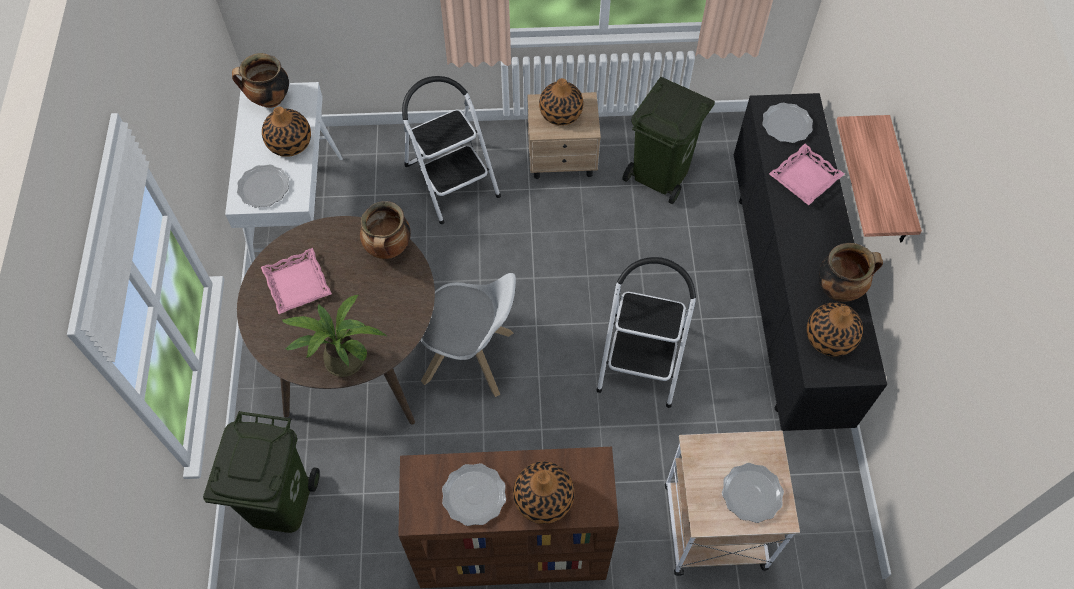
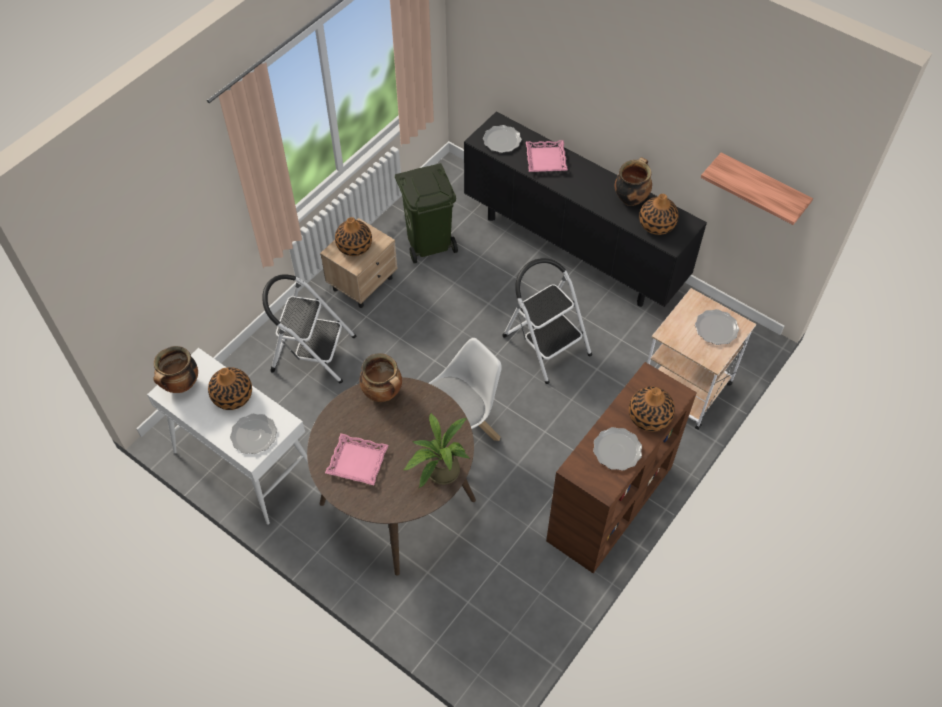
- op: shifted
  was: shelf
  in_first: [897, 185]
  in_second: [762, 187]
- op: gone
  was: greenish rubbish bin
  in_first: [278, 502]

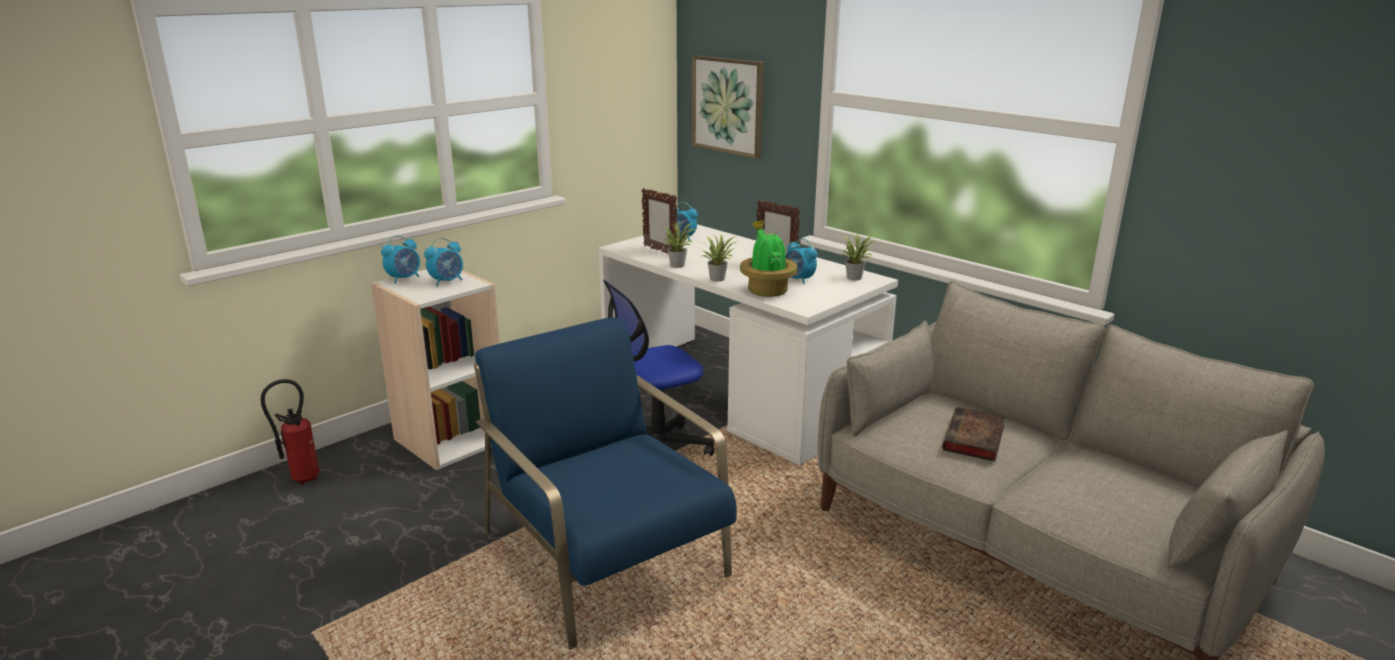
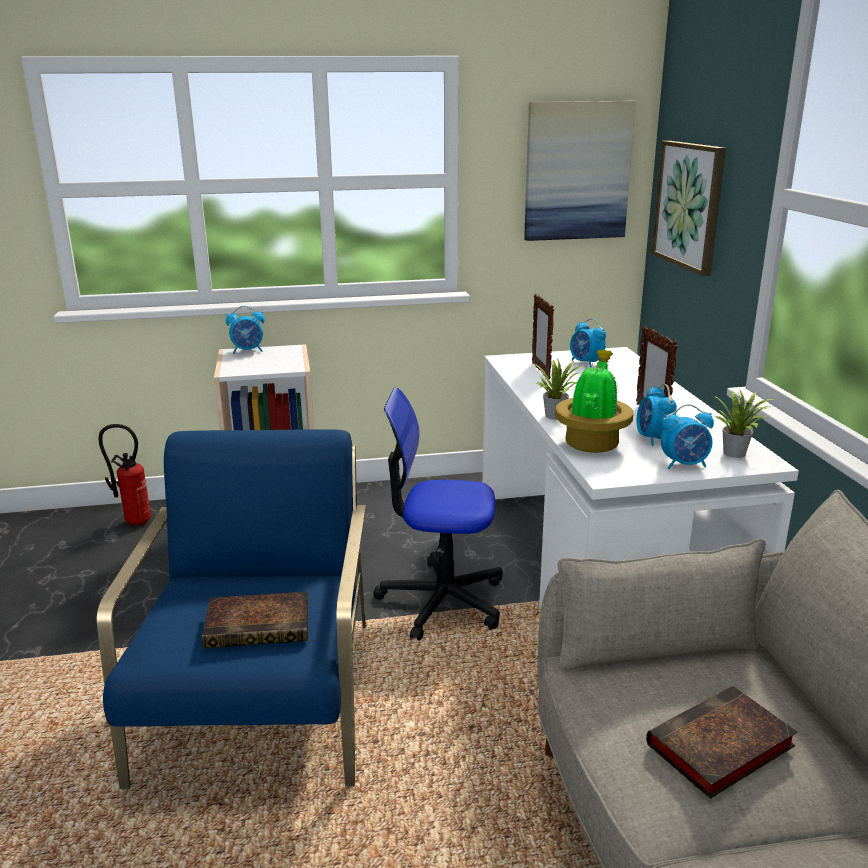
- op: gone
  was: houseplant
  in_first: [677, 265]
- op: shifted
  was: alarm clock
  in_first: [447, 282]
  in_second: [684, 464]
- op: new
  now: picture
  in_second: [577, 171]
- op: new
  now: bound book
  in_second: [261, 625]

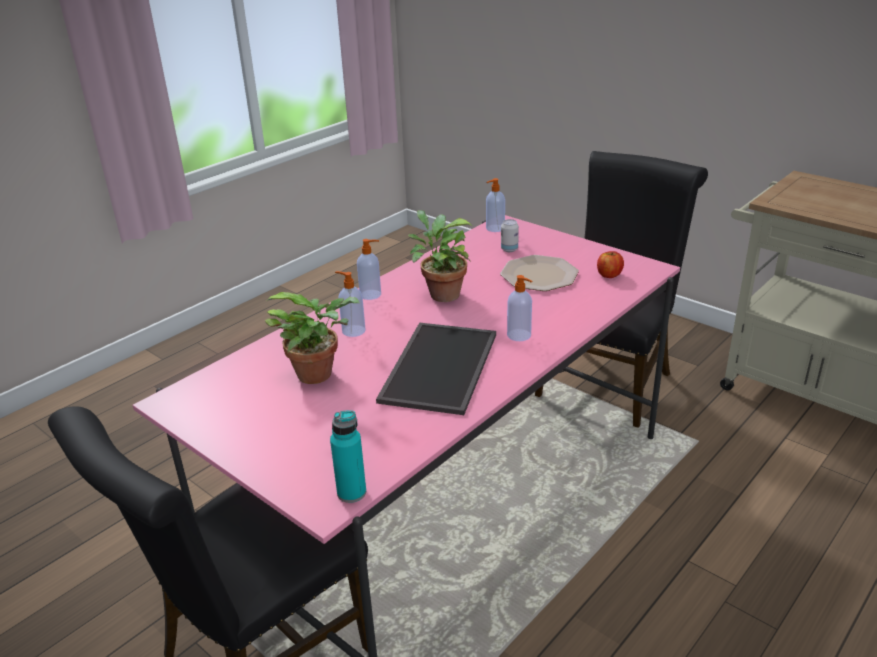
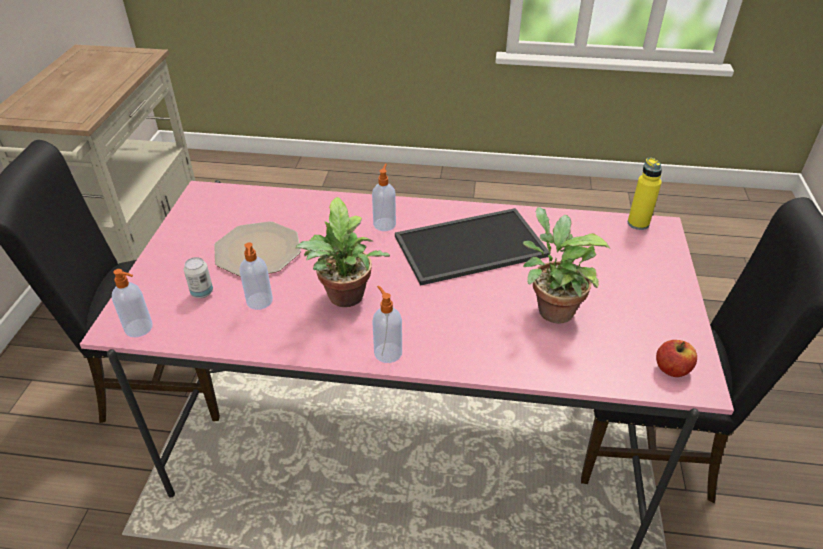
- op: shifted
  was: whole apple
  in_first: [609, 275]
  in_second: [672, 369]
- op: shifted
  was: soap bottle
  in_first: [352, 331]
  in_second: [259, 302]
- op: repainted
  was: turquoise-coloured bottle
  now: yellow-coloured bottle
  in_first: [351, 493]
  in_second: [638, 223]

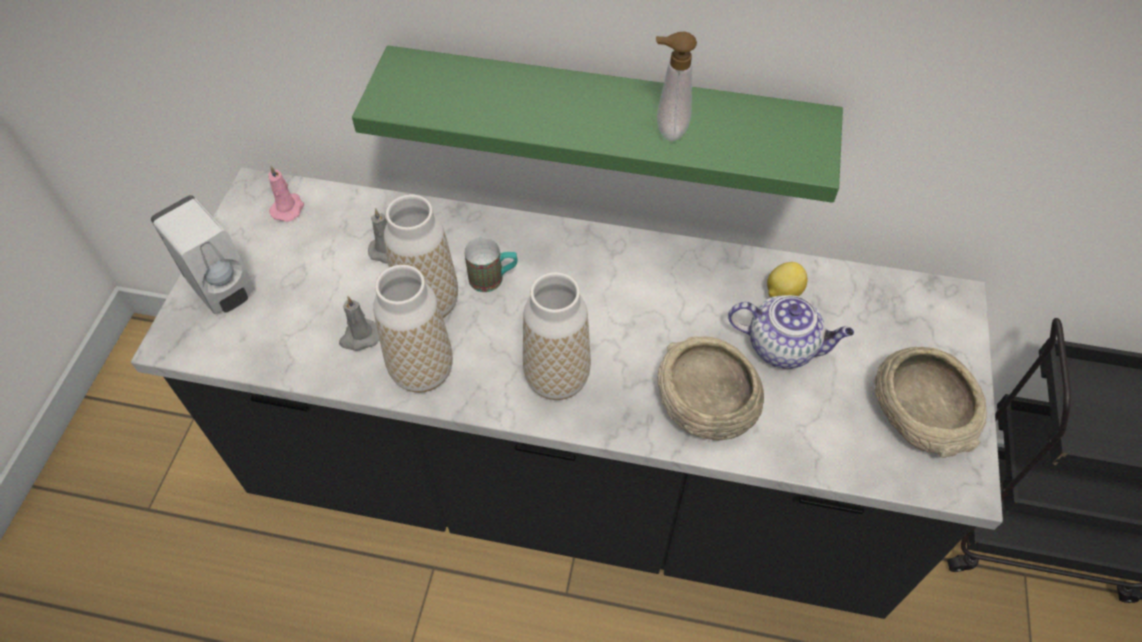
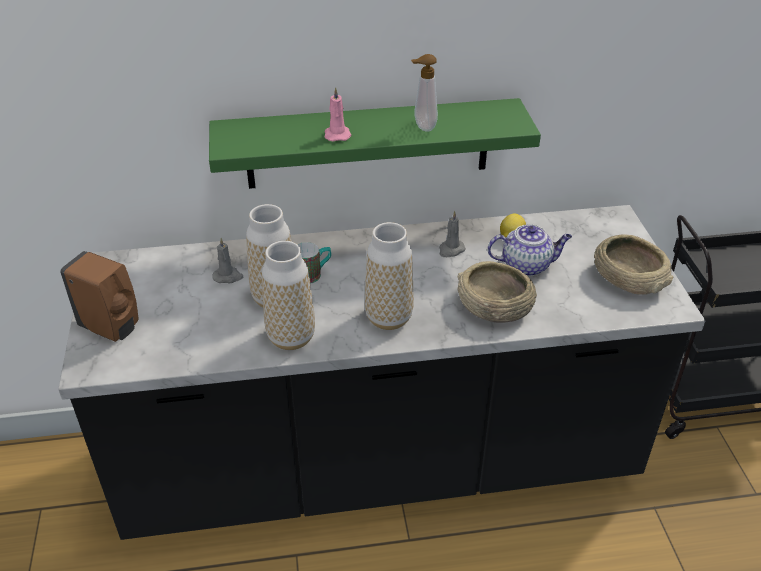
- op: shifted
  was: pink-coloured wax candle
  in_first: [288, 208]
  in_second: [337, 134]
- op: repainted
  was: white soap bottle
  now: brownish soap bottle
  in_first: [223, 290]
  in_second: [112, 328]
- op: shifted
  was: greyish wax candle
  in_first: [360, 337]
  in_second: [451, 250]

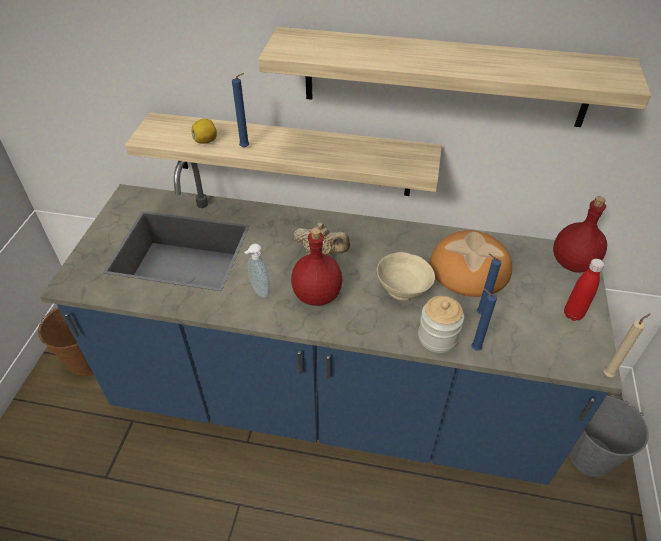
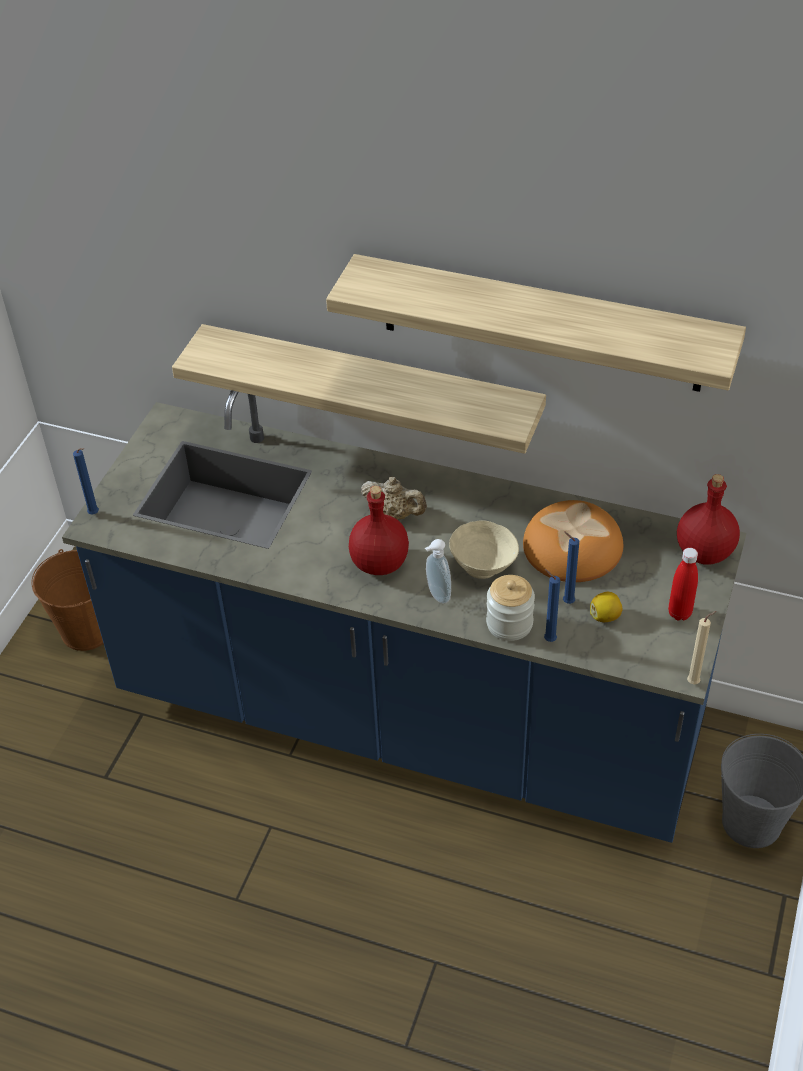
- op: shifted
  was: blue wax candle
  in_first: [246, 148]
  in_second: [95, 514]
- op: shifted
  was: lemon
  in_first: [206, 141]
  in_second: [605, 616]
- op: shifted
  was: soap bottle
  in_first: [259, 291]
  in_second: [436, 595]

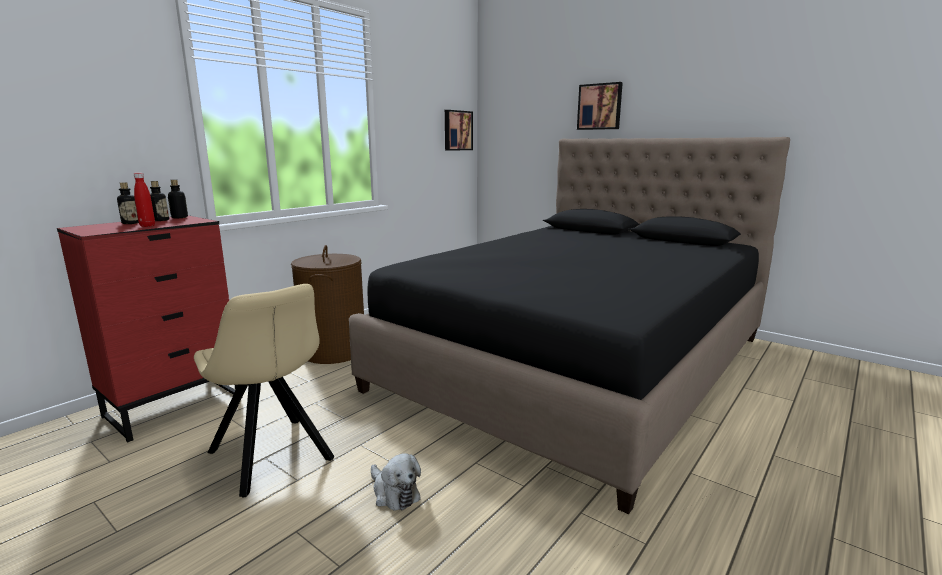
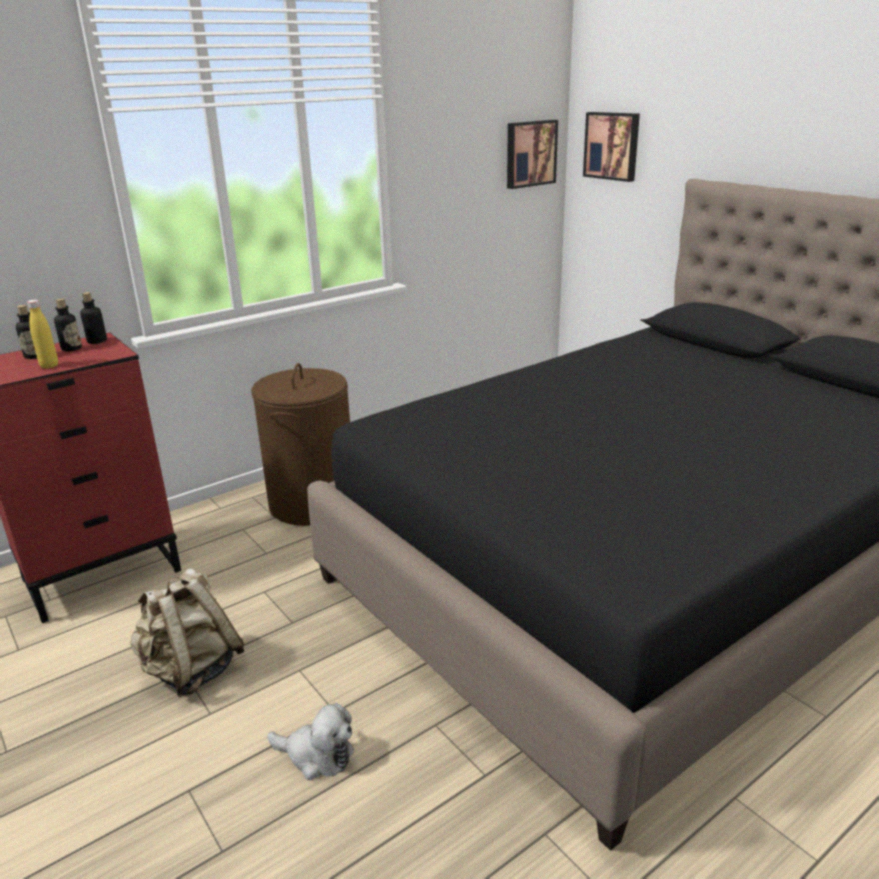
- op: shifted
  was: picture
  in_first: [600, 106]
  in_second: [612, 146]
- op: repainted
  was: red bottle
  now: yellow-coloured bottle
  in_first: [147, 226]
  in_second: [49, 366]
- op: swapped
  was: beige-coloured chair
  now: beige-coloured rucksack
  in_first: [272, 455]
  in_second: [191, 670]
- op: rotated
  was: cuddly toy
  in_first: [394, 493]
  in_second: [317, 755]
  clockwise: -45

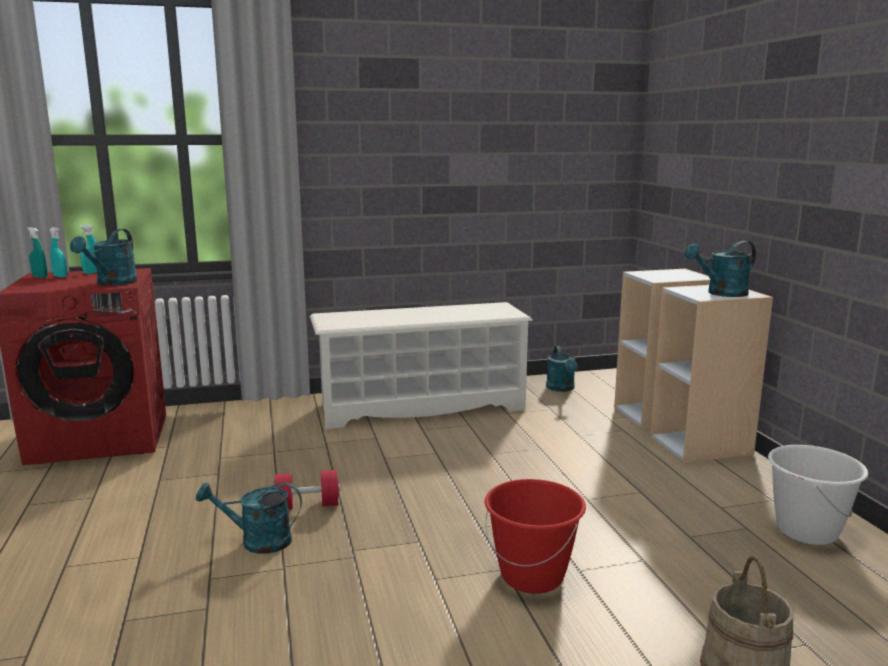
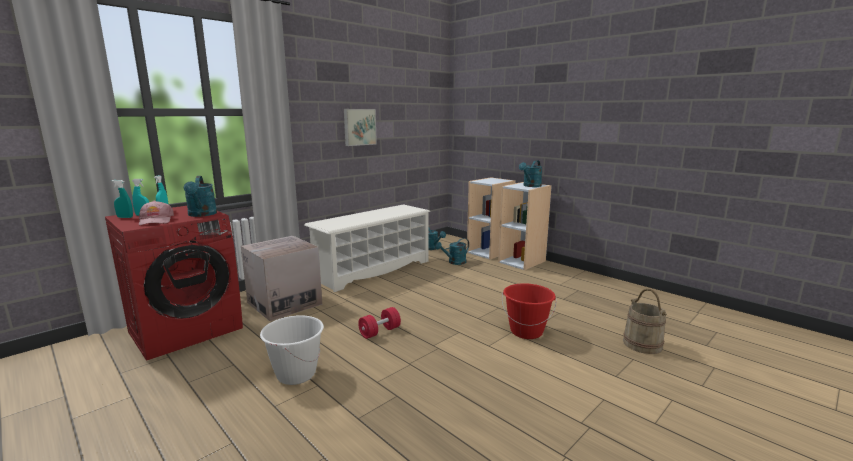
- op: shifted
  was: white water bucket
  in_first: [806, 530]
  in_second: [296, 374]
- op: shifted
  was: turquoise-coloured sprinkling can
  in_first: [257, 541]
  in_second: [454, 262]
- op: new
  now: picture
  in_second: [359, 127]
- op: new
  now: pink-coloured peaked cap
  in_second: [156, 220]
- op: new
  now: cardboard box
  in_second: [284, 303]

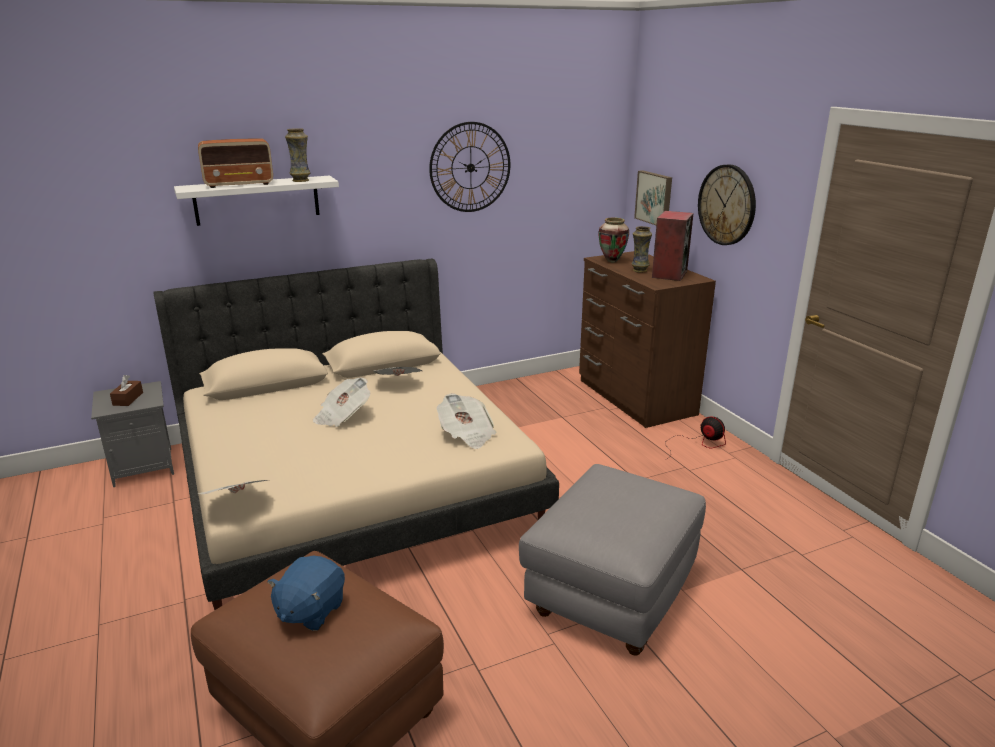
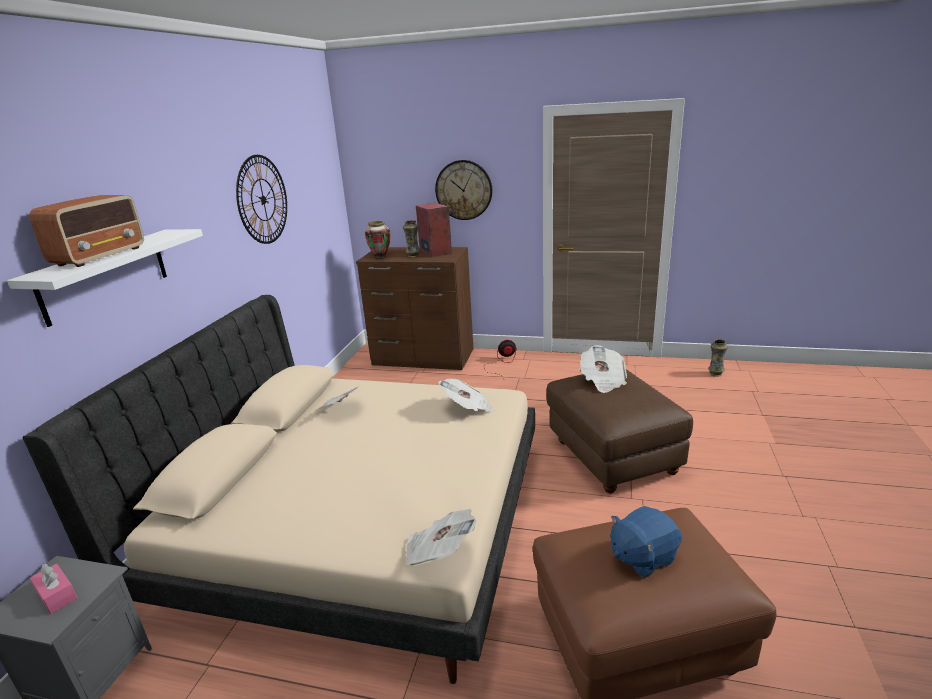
- op: shifted
  was: decorative vase
  in_first: [301, 180]
  in_second: [715, 374]
- op: gone
  was: picture
  in_first: [655, 198]
- op: repainted
  was: brownish tissue box
  now: pink-coloured tissue box
  in_first: [128, 399]
  in_second: [57, 595]
- op: shifted
  was: printed paper
  in_first: [342, 416]
  in_second: [602, 381]
- op: repainted
  was: greyish footrest
  now: brownish footrest
  in_first: [611, 591]
  in_second: [611, 456]
- op: rotated
  was: blue cuddly toy
  in_first: [310, 611]
  in_second: [642, 556]
  clockwise: 90

